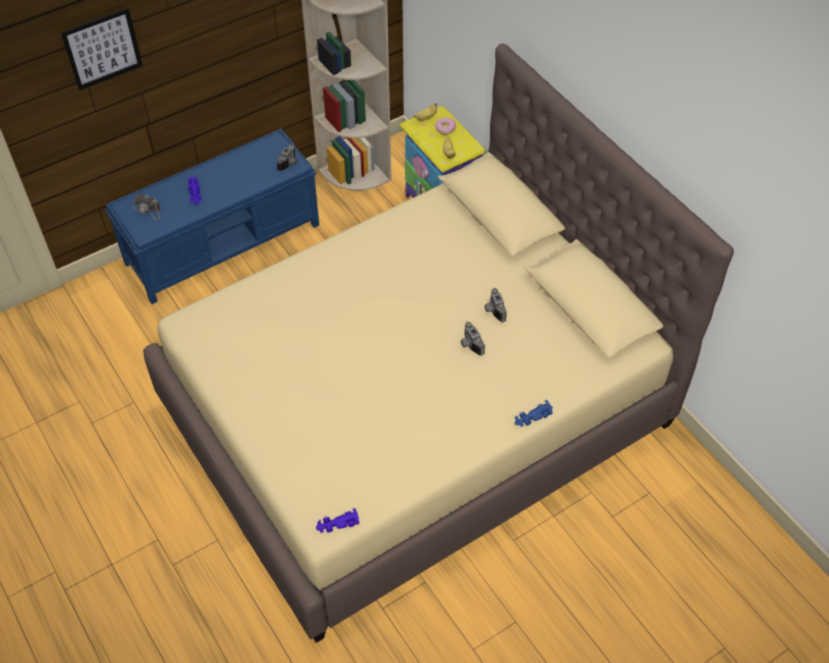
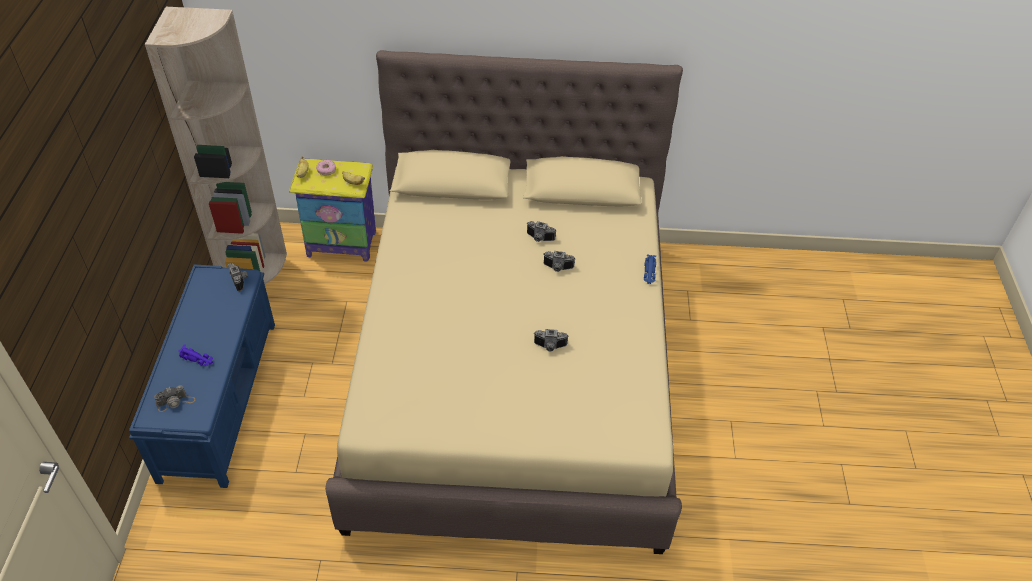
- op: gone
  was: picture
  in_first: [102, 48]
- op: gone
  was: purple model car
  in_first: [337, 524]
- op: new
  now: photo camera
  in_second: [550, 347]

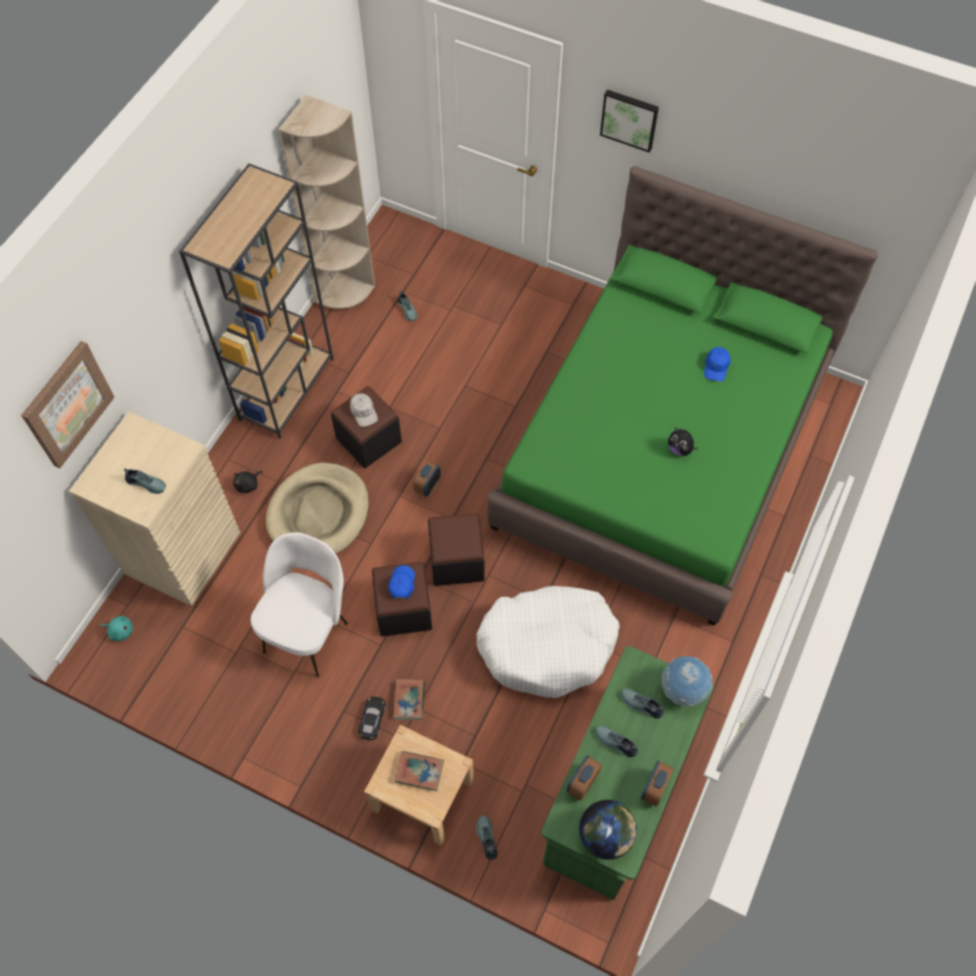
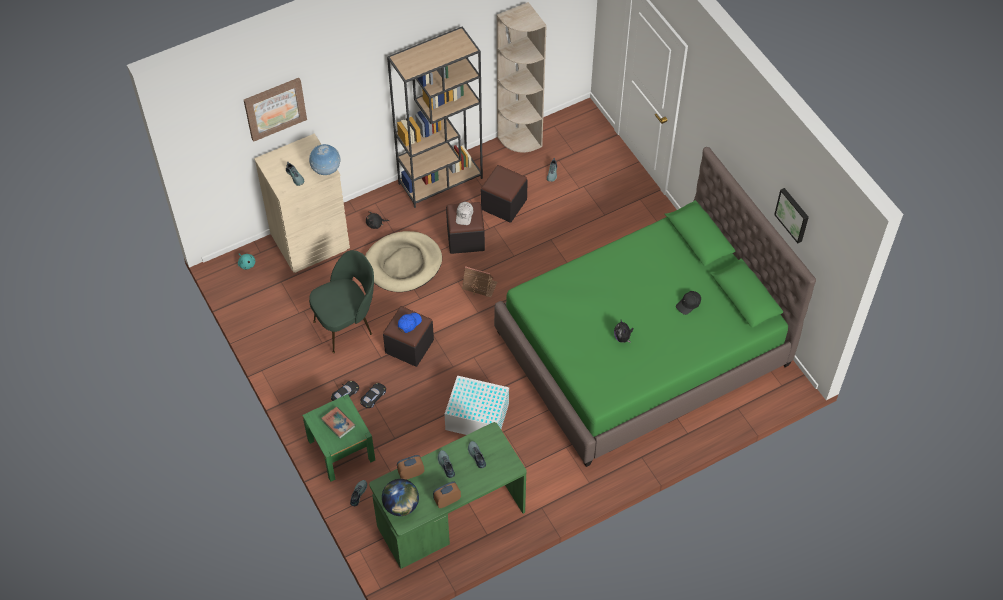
- op: shifted
  was: picture
  in_first: [629, 119]
  in_second: [793, 214]
- op: repainted
  was: blue peaked cap
  now: black-coloured peaked cap
  in_first: [716, 367]
  in_second: [688, 304]
- op: swapped
  was: alarm clock
  now: toy house
  in_first: [428, 486]
  in_second: [479, 285]
- op: shifted
  was: black-coloured footrest
  in_first: [457, 561]
  in_second: [504, 204]
- op: repainted
  was: white chair
  now: greenish chair
  in_first: [309, 631]
  in_second: [347, 326]
- op: swapped
  was: white pet bed
  now: white storage box
  in_first: [547, 645]
  in_second: [476, 416]
- op: shifted
  was: desk globe
  in_first: [682, 690]
  in_second: [326, 170]
- op: swapped
  was: bound book
  now: black-coloured model car
  in_first: [409, 700]
  in_second: [373, 396]
- op: repainted
  was: beige-coloured nightstand
  now: greenish nightstand
  in_first: [422, 795]
  in_second: [341, 450]

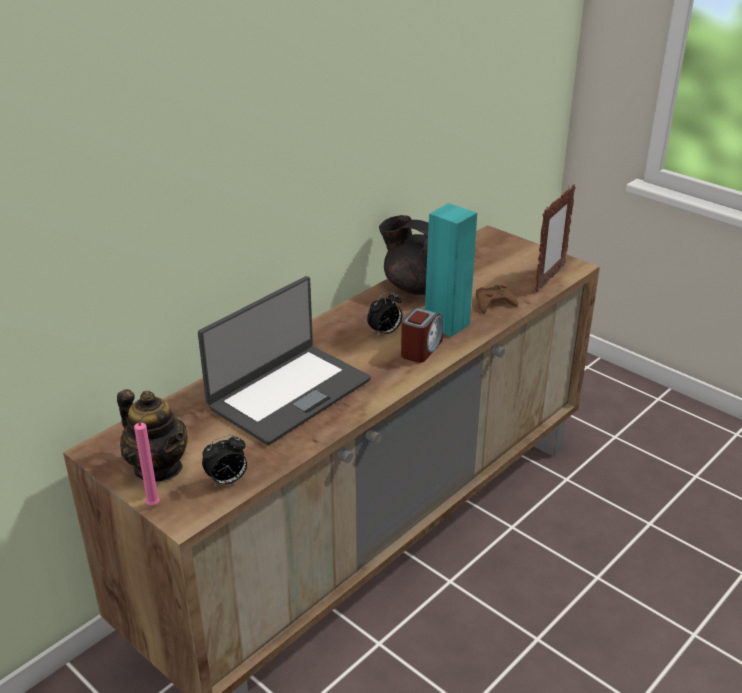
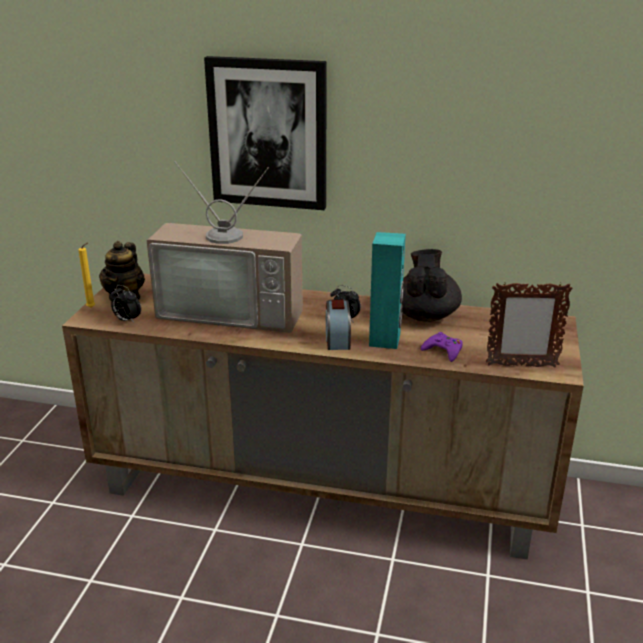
- op: swapped
  was: portable computer
  now: television
  in_first: [288, 393]
  in_second: [233, 310]
- op: repainted
  was: brownish gamepad
  now: purple gamepad
  in_first: [494, 303]
  in_second: [443, 351]
- op: rotated
  was: alarm clock
  in_first: [421, 349]
  in_second: [337, 339]
  clockwise: 90
- op: repainted
  was: pink-coloured wax candle
  now: yellow-coloured wax candle
  in_first: [155, 503]
  in_second: [92, 308]
- op: new
  now: picture
  in_second: [268, 134]

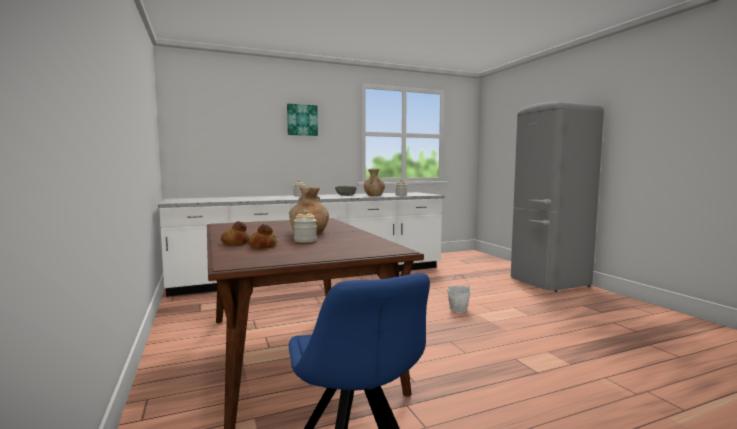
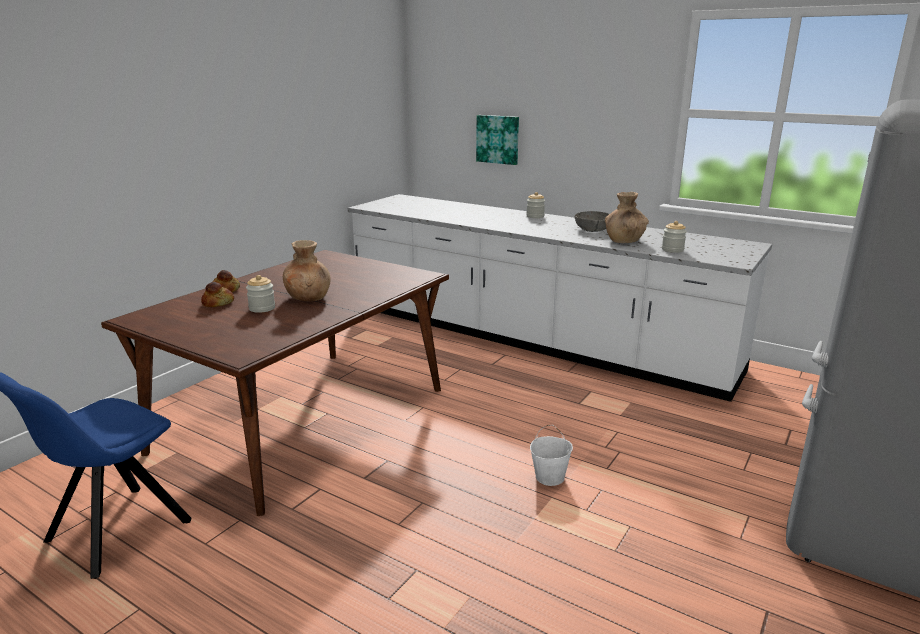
- op: shifted
  was: picture
  in_first: [302, 120]
  in_second: [498, 139]

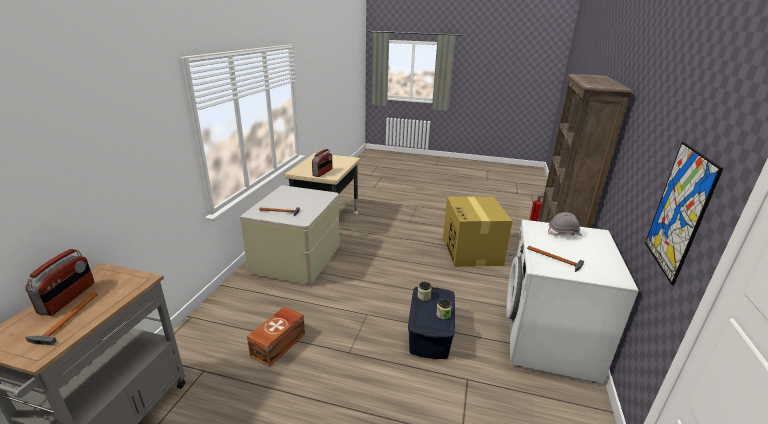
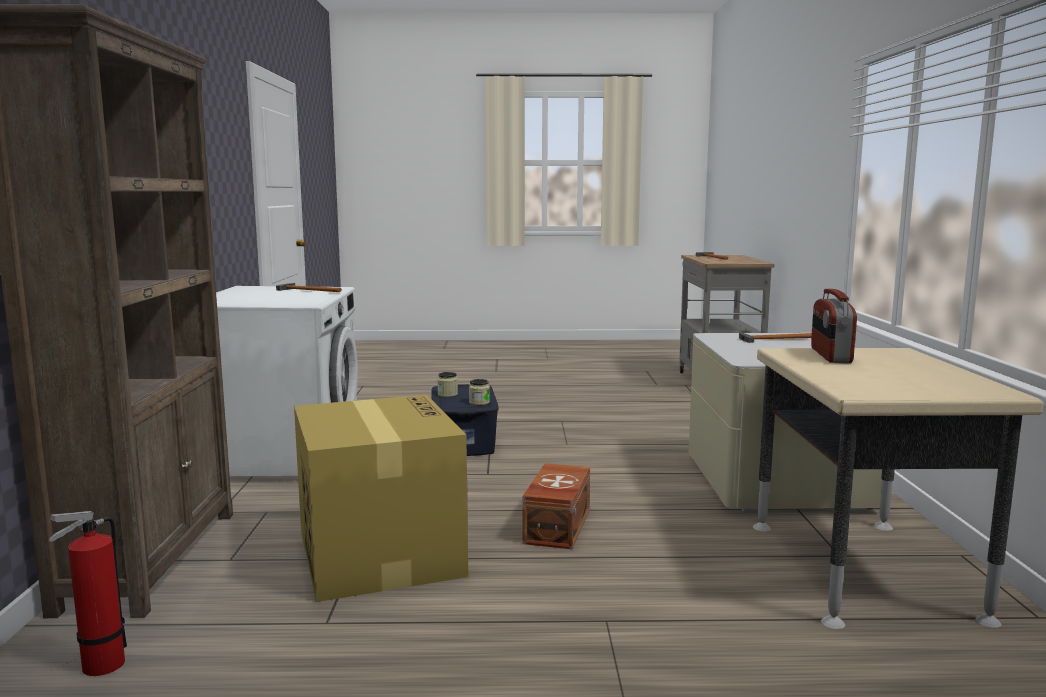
- op: gone
  was: picture
  in_first: [679, 211]
- op: gone
  was: greyish hard hat
  in_first: [564, 233]
- op: gone
  was: radio set
  in_first: [68, 298]
- op: shifted
  was: brownish storage box
  in_first: [279, 344]
  in_second: [555, 526]

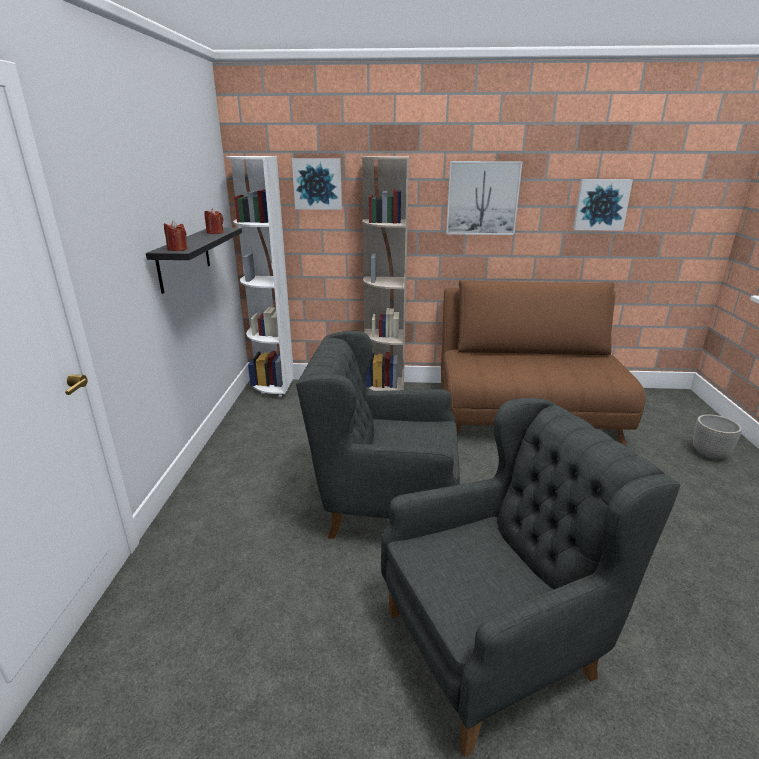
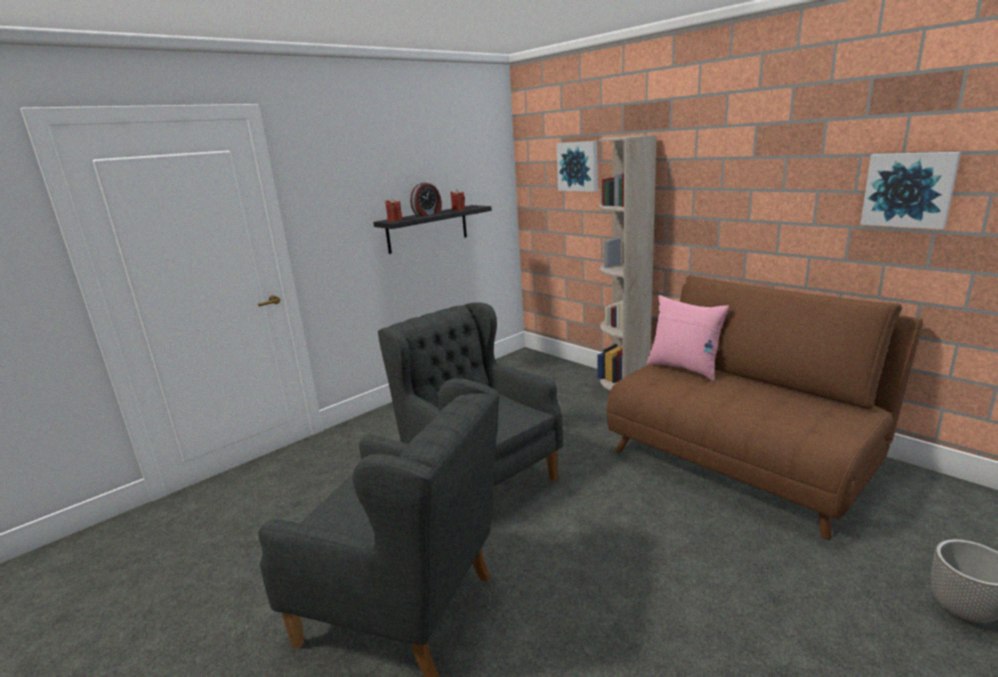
- op: gone
  was: white bookcase
  in_first: [272, 389]
- op: gone
  was: picture
  in_first: [482, 198]
- op: new
  now: alarm clock
  in_second: [428, 214]
- op: new
  now: pink-coloured cushion
  in_second: [683, 369]

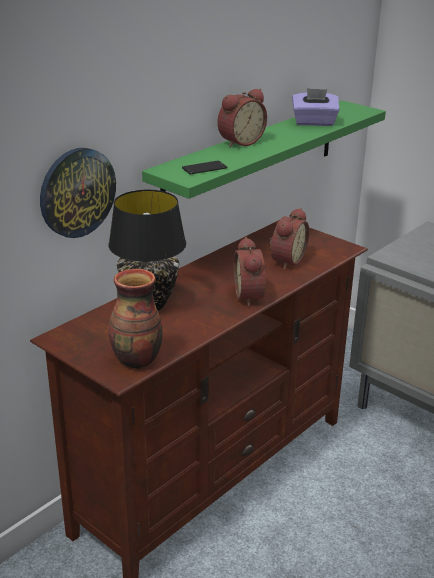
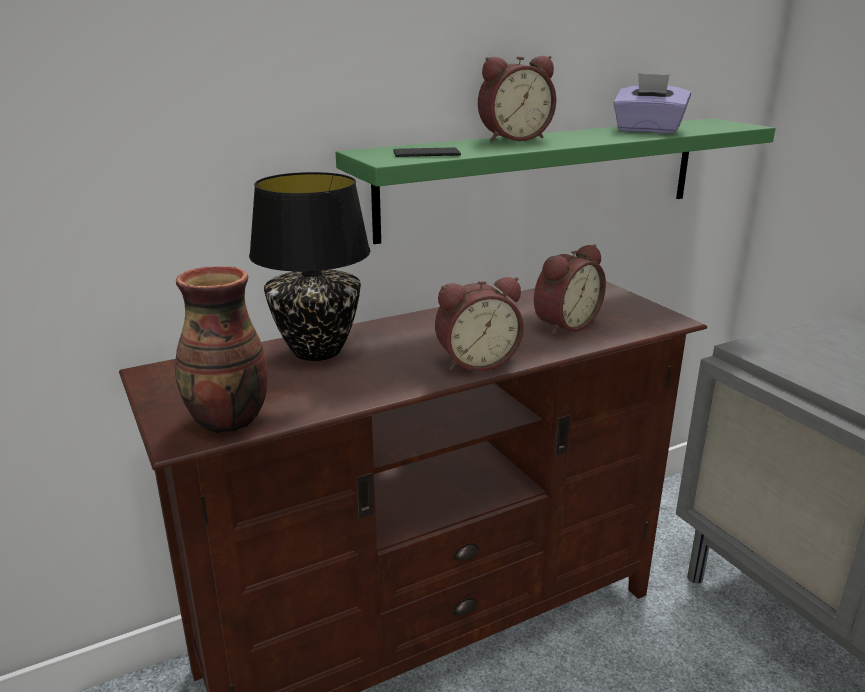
- op: gone
  was: clock on the wall
  in_first: [77, 192]
- op: rotated
  was: alarm clock
  in_first: [251, 296]
  in_second: [476, 361]
  clockwise: -120

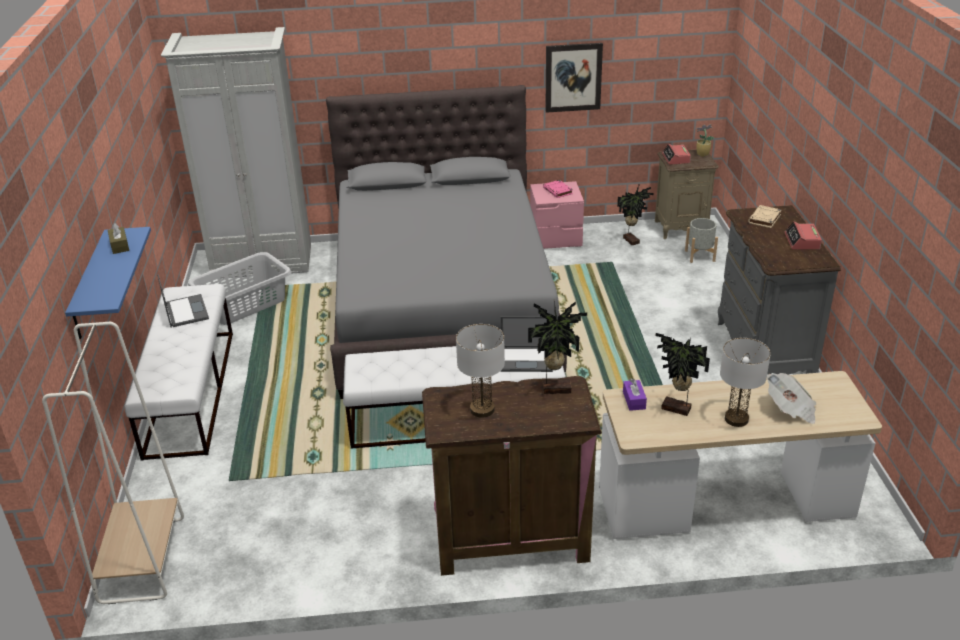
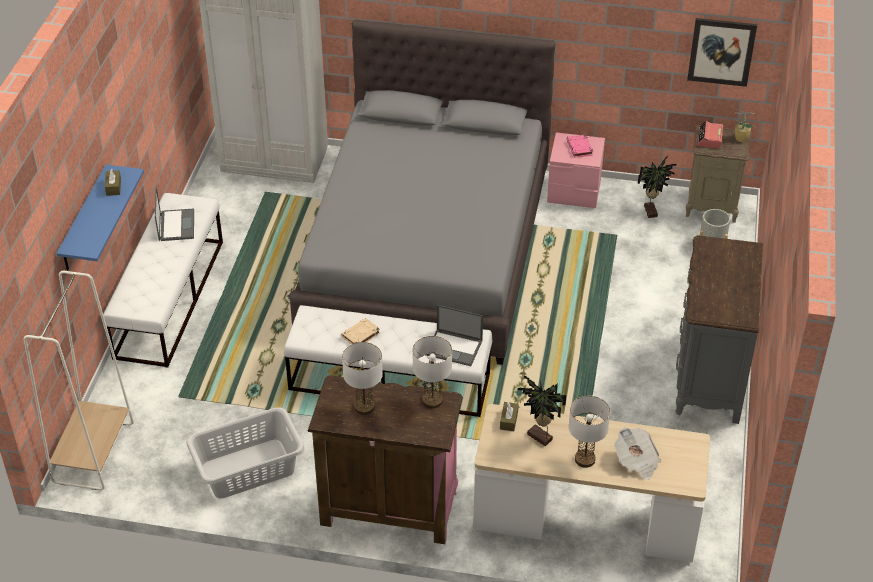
- op: shifted
  was: picture
  in_first: [573, 77]
  in_second: [721, 51]
- op: shifted
  was: beige-coloured bound book
  in_first: [764, 219]
  in_second: [360, 335]
- op: gone
  was: alarm clock
  in_first: [802, 241]
- op: shifted
  was: greyish washing basket
  in_first: [245, 304]
  in_second: [249, 469]
- op: swapped
  was: houseplant
  now: table lamp
  in_first: [555, 388]
  in_second: [432, 401]
- op: repainted
  was: purple tissue box
  now: brownish tissue box
  in_first: [634, 400]
  in_second: [509, 420]

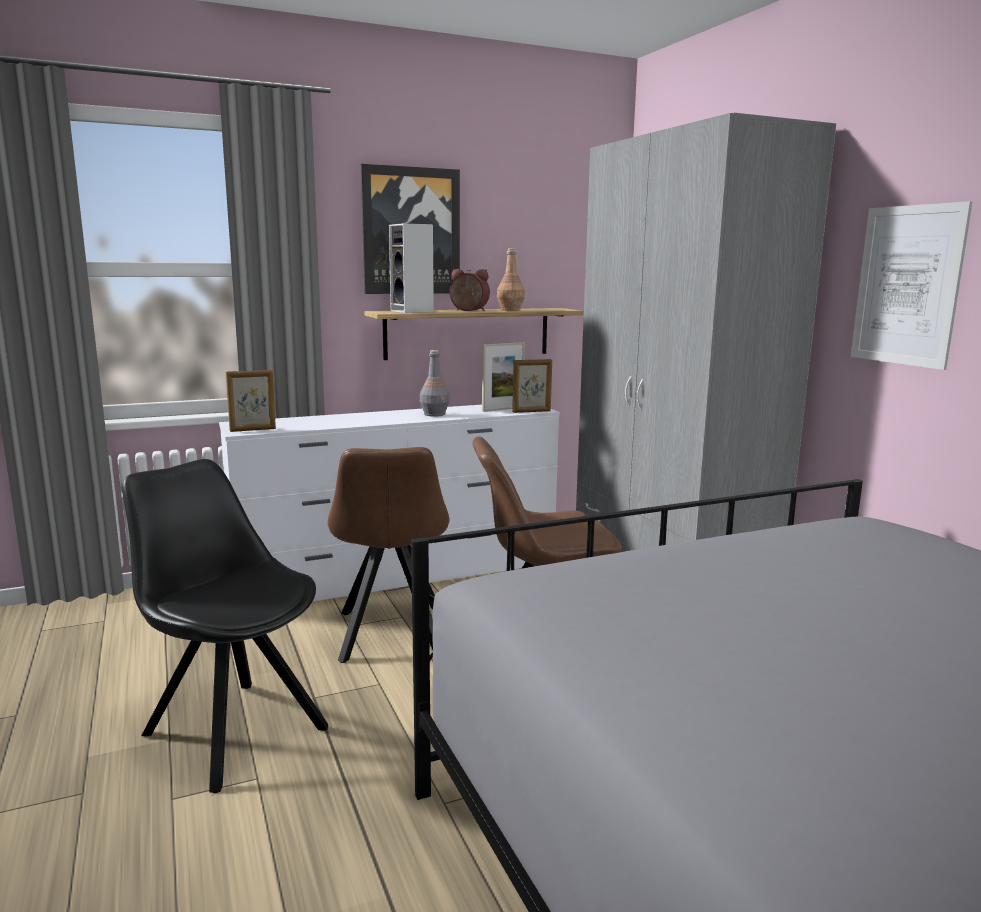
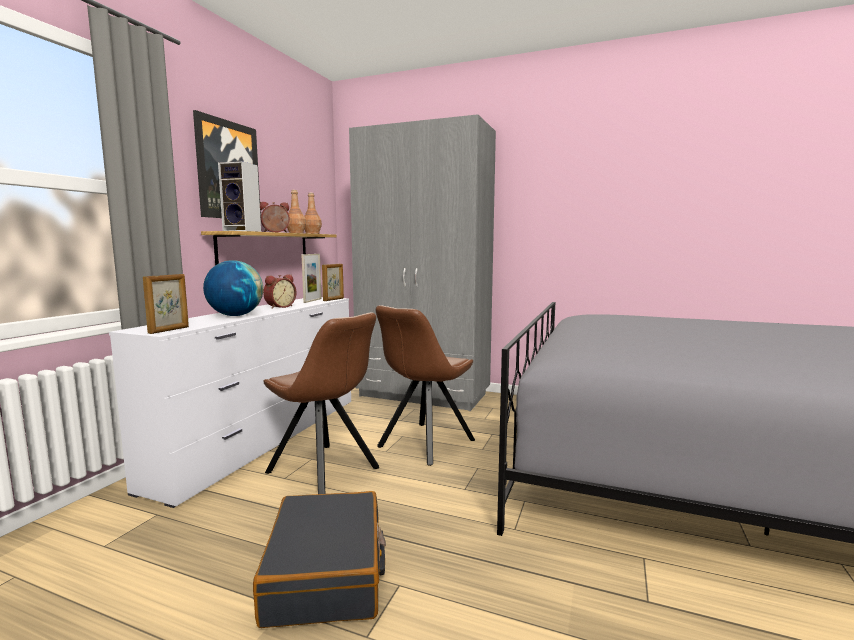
- op: gone
  was: picture
  in_first: [907, 285]
- op: swapped
  was: greyish bottle
  now: alarm clock
  in_first: [435, 414]
  in_second: [279, 307]
- op: swapped
  was: black-coloured chair
  now: black-coloured piece of luggage
  in_first: [233, 731]
  in_second: [327, 573]
- op: new
  now: brownish bottle
  in_second: [312, 233]
- op: new
  now: desk globe
  in_second: [235, 315]

